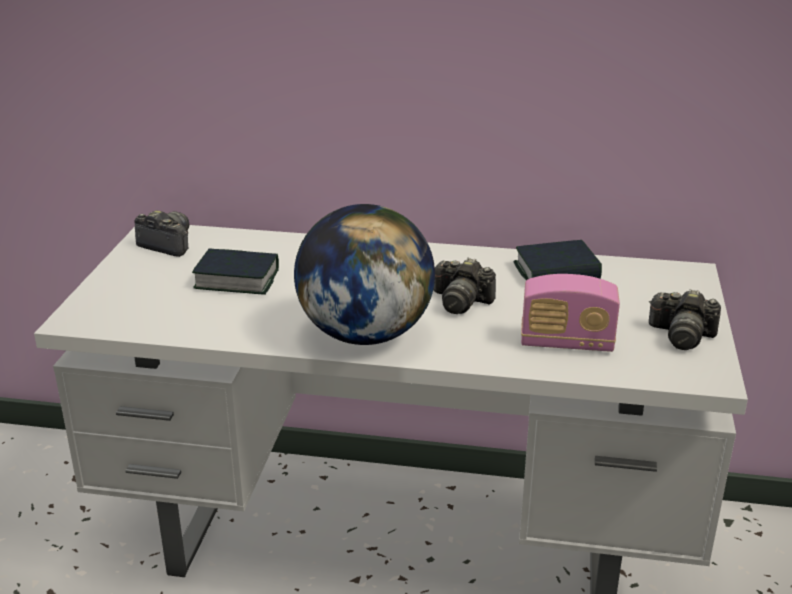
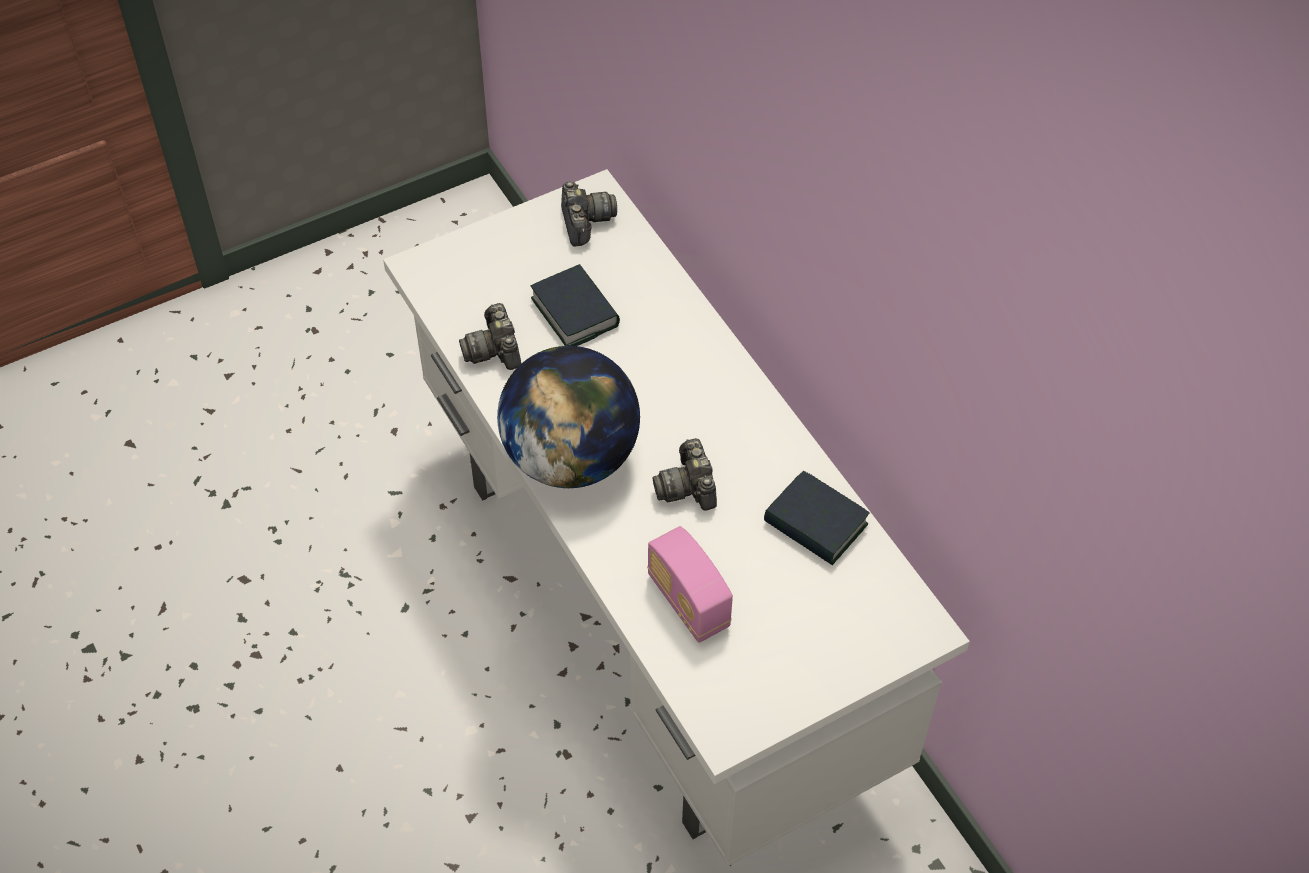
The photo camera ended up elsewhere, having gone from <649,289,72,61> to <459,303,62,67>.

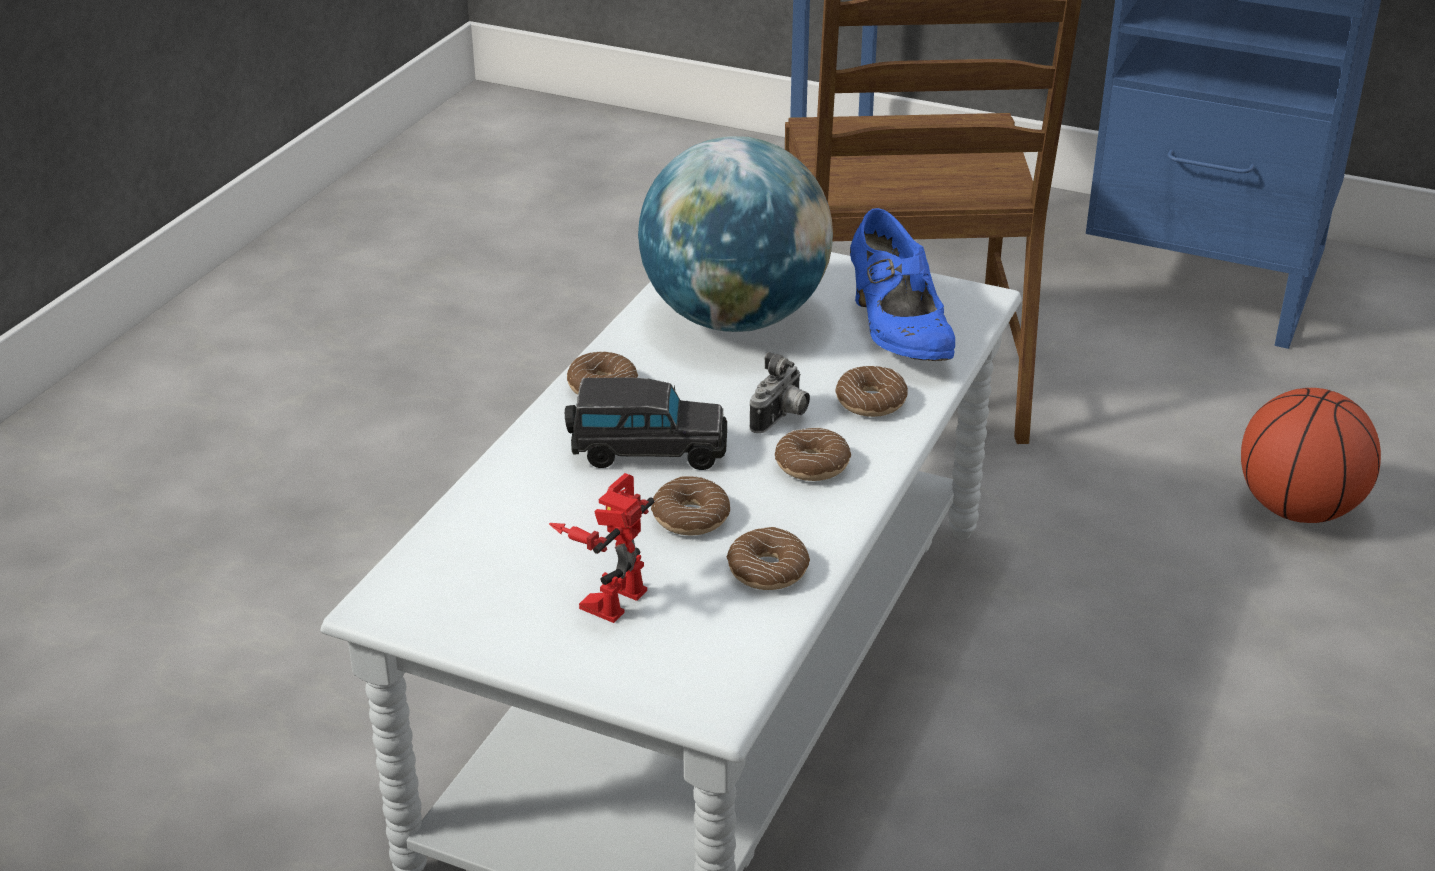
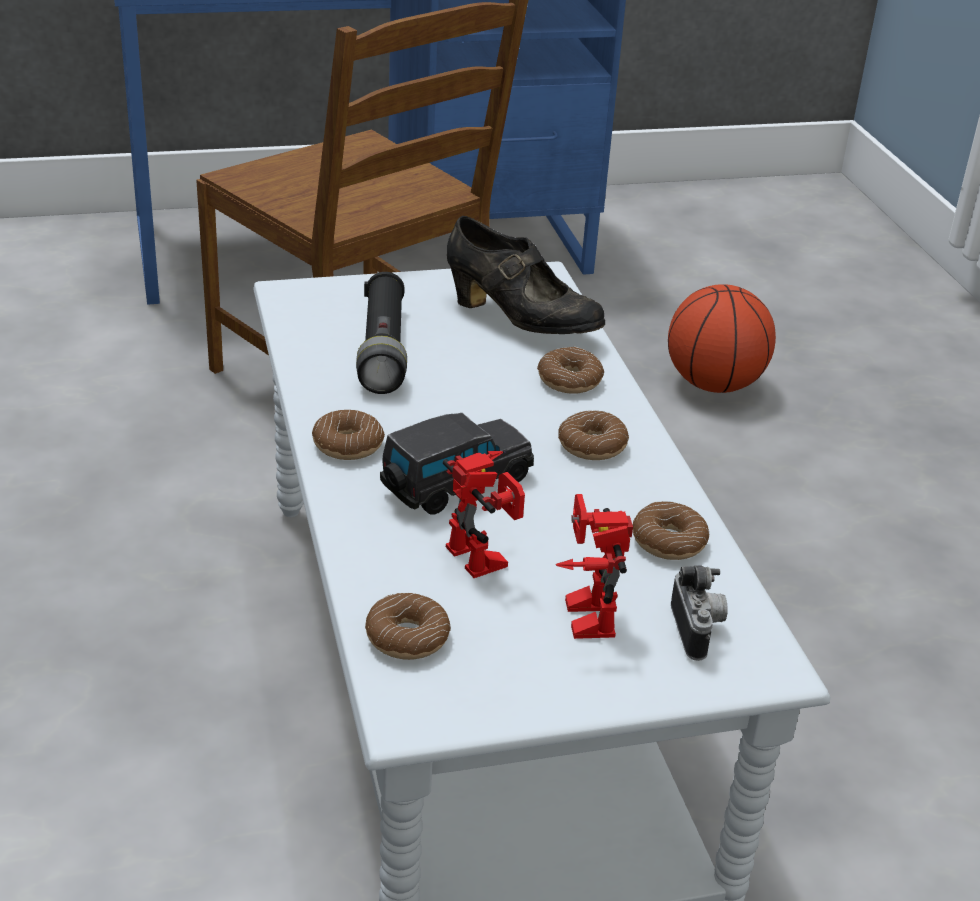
Where the globe stood at <638,136,195,196>, the hand torch/blackish came to stand at <356,272,51,122>. The doughnut ended up elsewhere, having gone from <651,476,79,60> to <365,593,86,67>. The second view gained the robot figure at <443,451,82,127>. What was the low shoe/bluish at <850,208,105,153> turned into the low shoe/blackish at <447,216,158,118>. The photo camera ended up elsewhere, having gone from <750,352,60,81> to <671,565,57,96>.

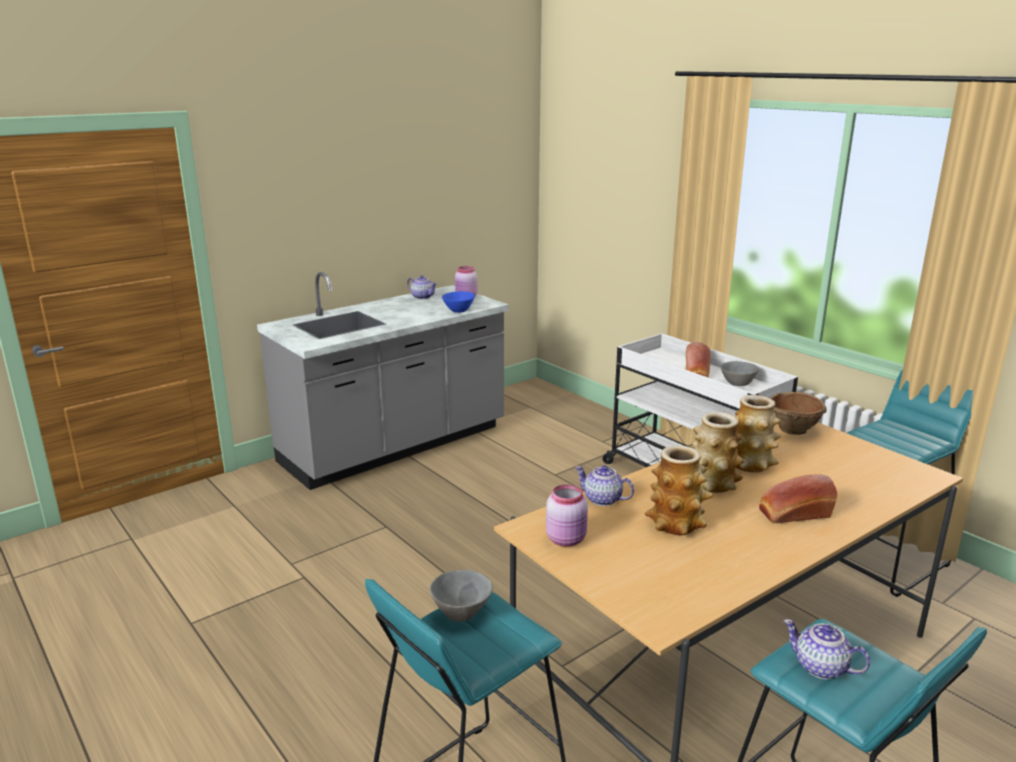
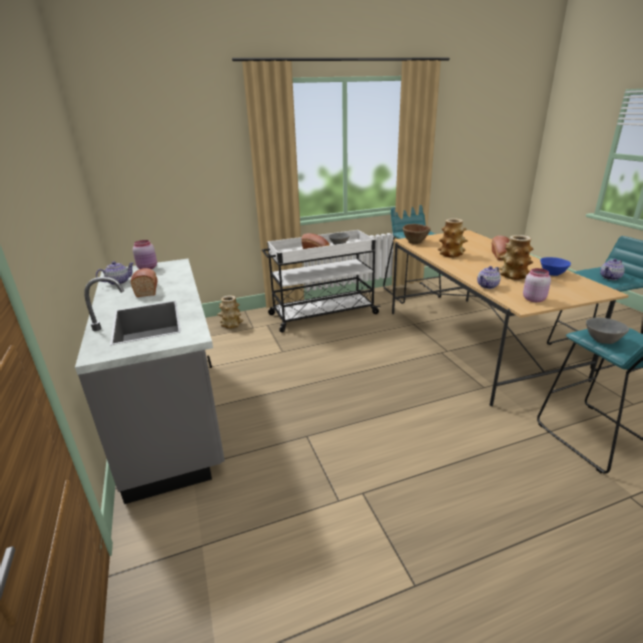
The second view gained the bakery bread at <131,268,26,29>. The vase ended up elsewhere, having gone from <692,412,52,81> to <217,295,26,34>. The bowl/bluish ended up elsewhere, having gone from <442,291,33,22> to <540,257,31,19>.

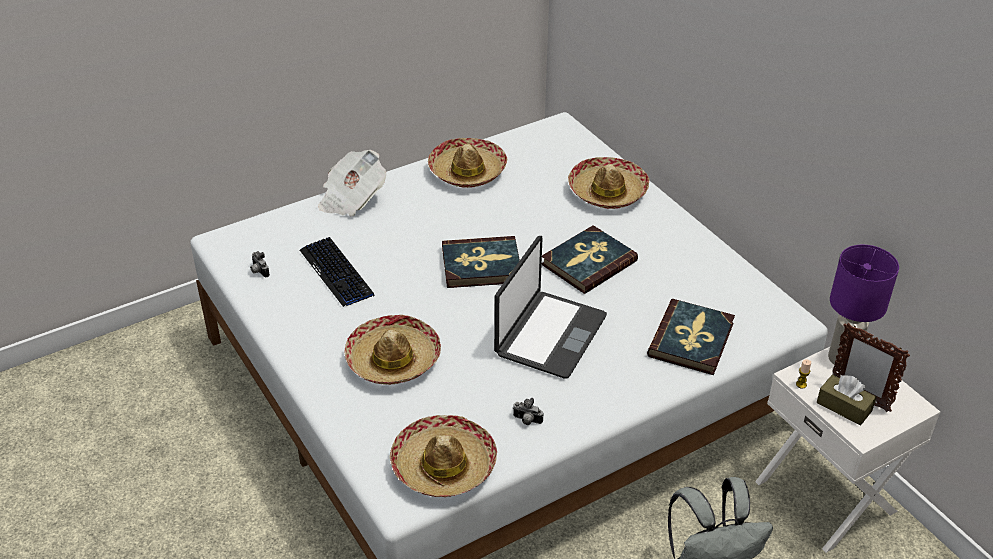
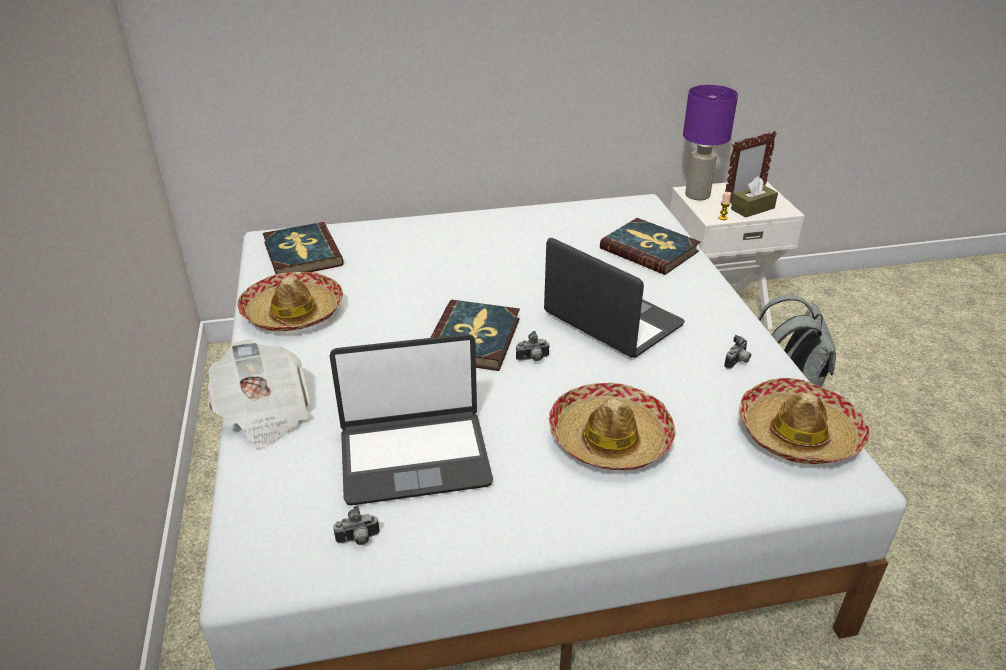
The bound book ended up elsewhere, having gone from <542,225,96,69> to <263,222,81,52>. Where the keyboard stood at <300,237,74,70>, the laptop came to stand at <330,334,163,171>. The second view gained the photo camera at <516,331,34,30>. The second view lost the clothing hat at <568,157,81,52>.

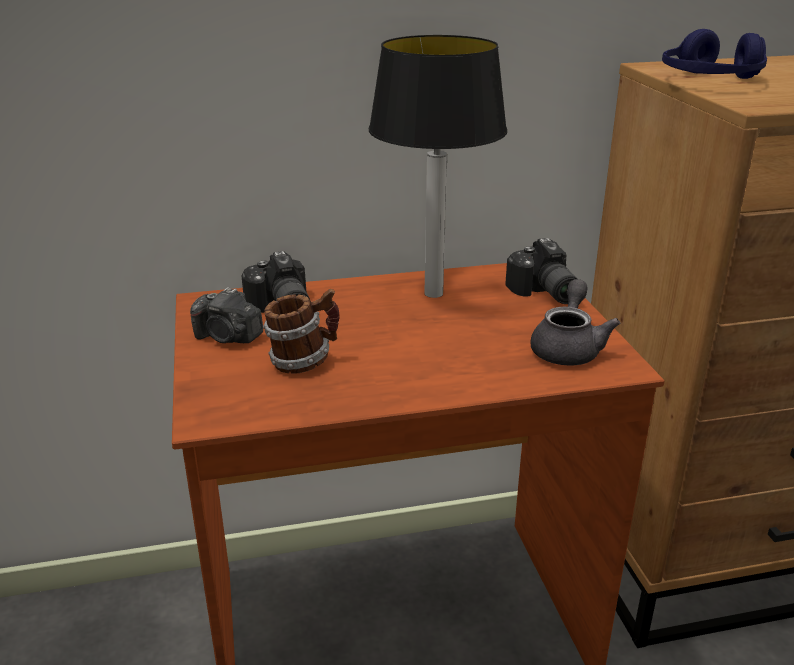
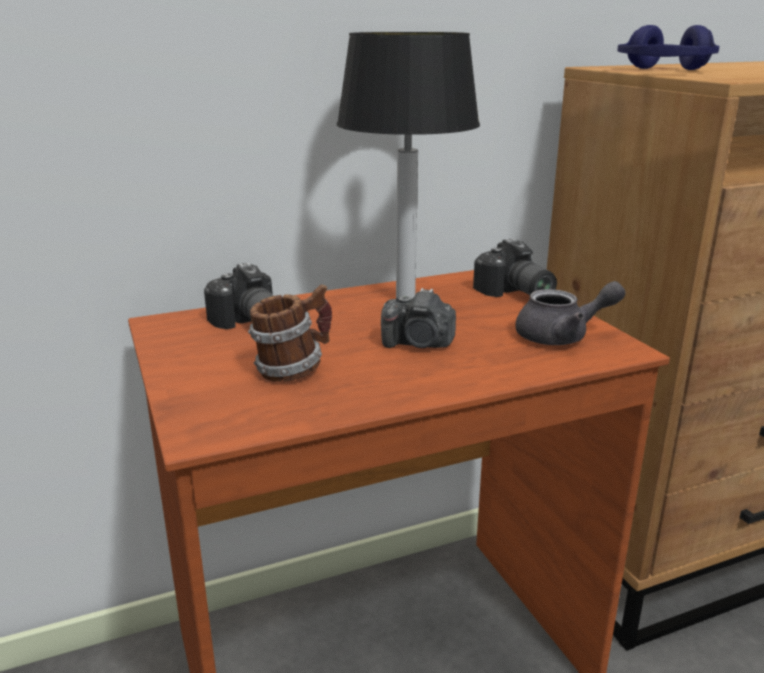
The photo camera ended up elsewhere, having gone from <190,287,73,56> to <381,288,75,60>. The tea pot/gray at <530,279,90,87> ended up facing another way, 75 degrees clockwise from before.

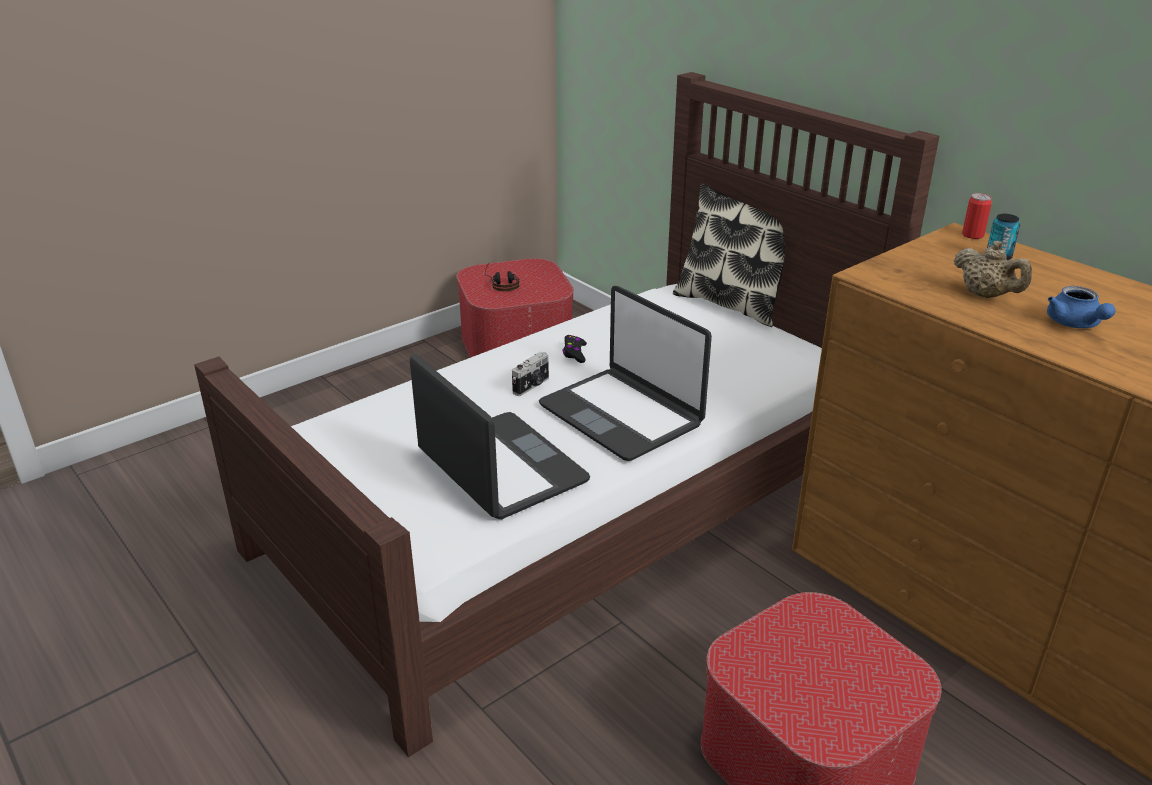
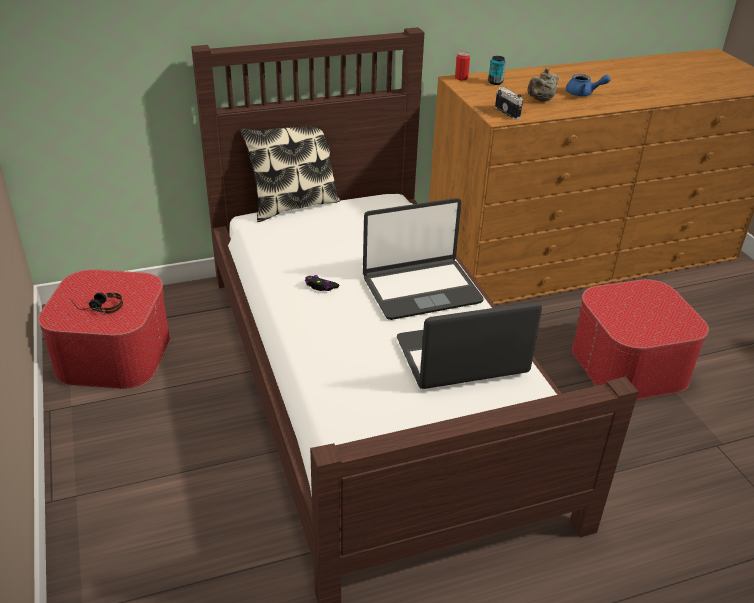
The photo camera ended up elsewhere, having gone from <512,352,37,44> to <495,87,28,33>. The tea pot/beige at <953,241,79,57> ended up facing another way, 150 degrees clockwise from before.

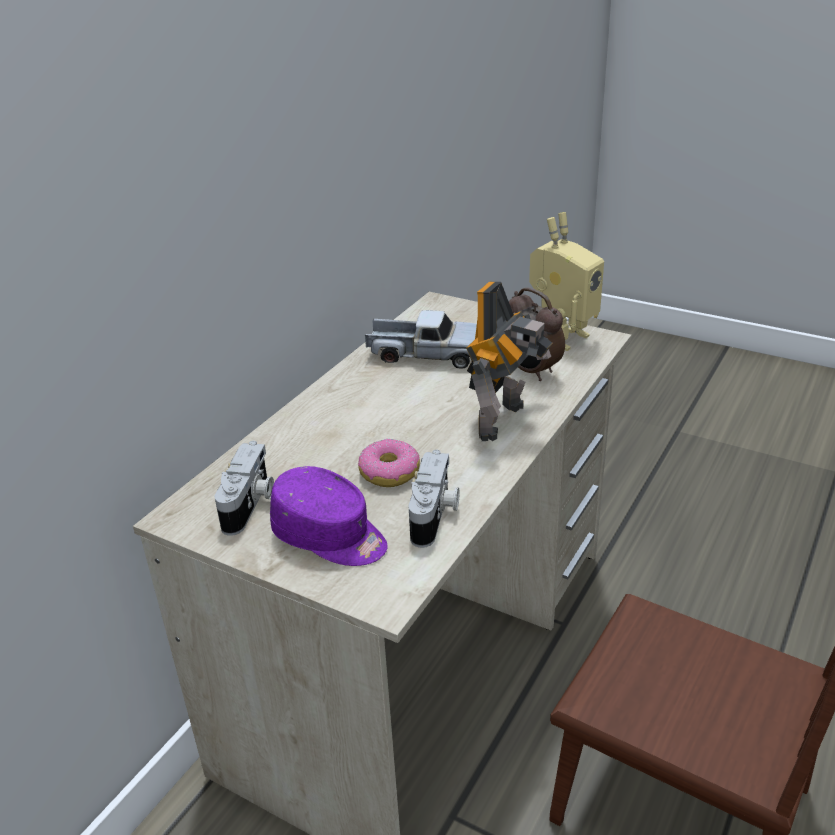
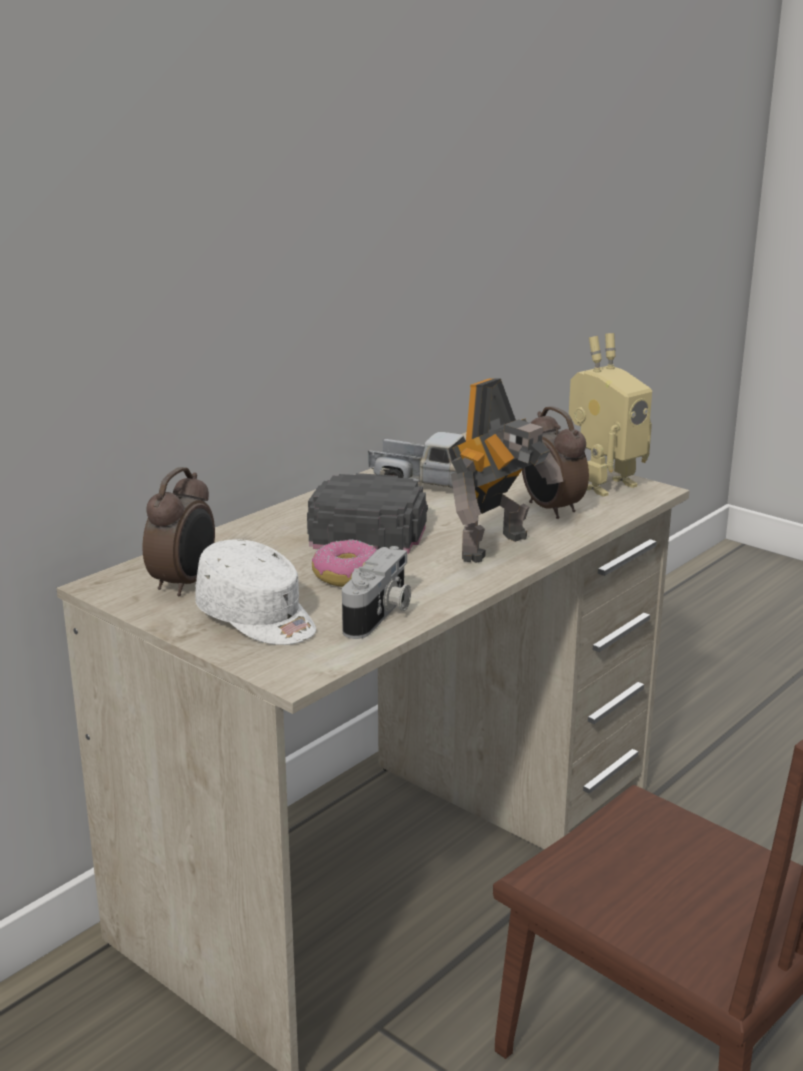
Where the photo camera stood at <215,441,59,95>, the table clock came to stand at <143,467,72,129>. What was the peaked cap/purple at <270,466,118,100> turned into the peaked cap/white-coloured at <195,539,121,106>. The second view gained the peaked cap/blackish at <307,473,121,81>.

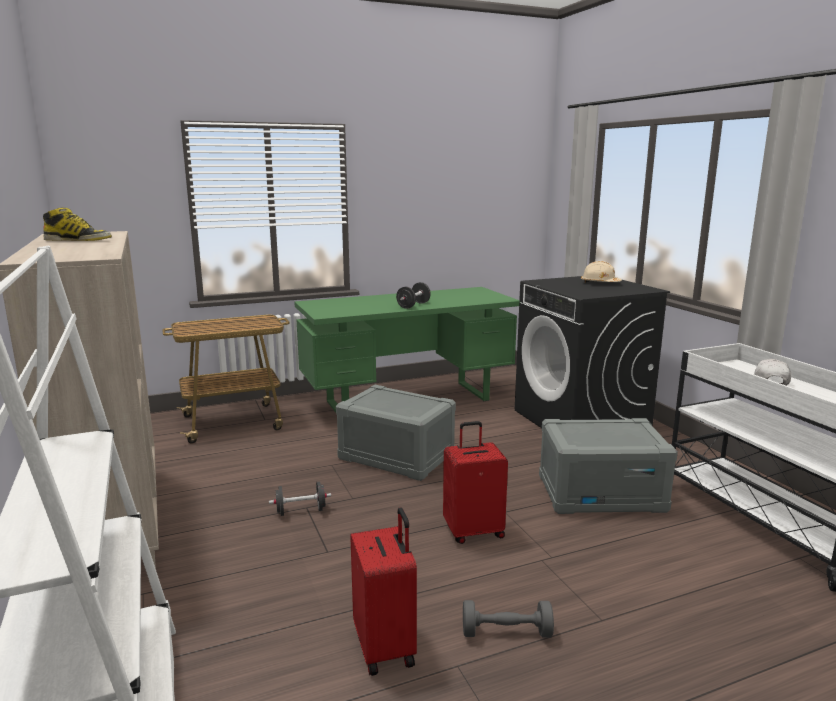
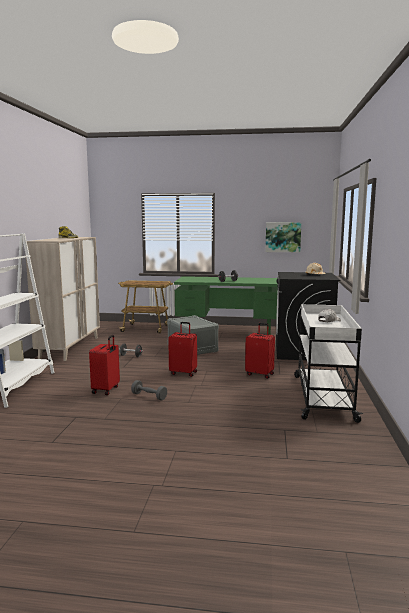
Where the storage container/gray stood at <539,418,139,96>, the suitcase/red came to stand at <245,323,30,56>. The second view gained the wall picture at <265,222,36,30>.

